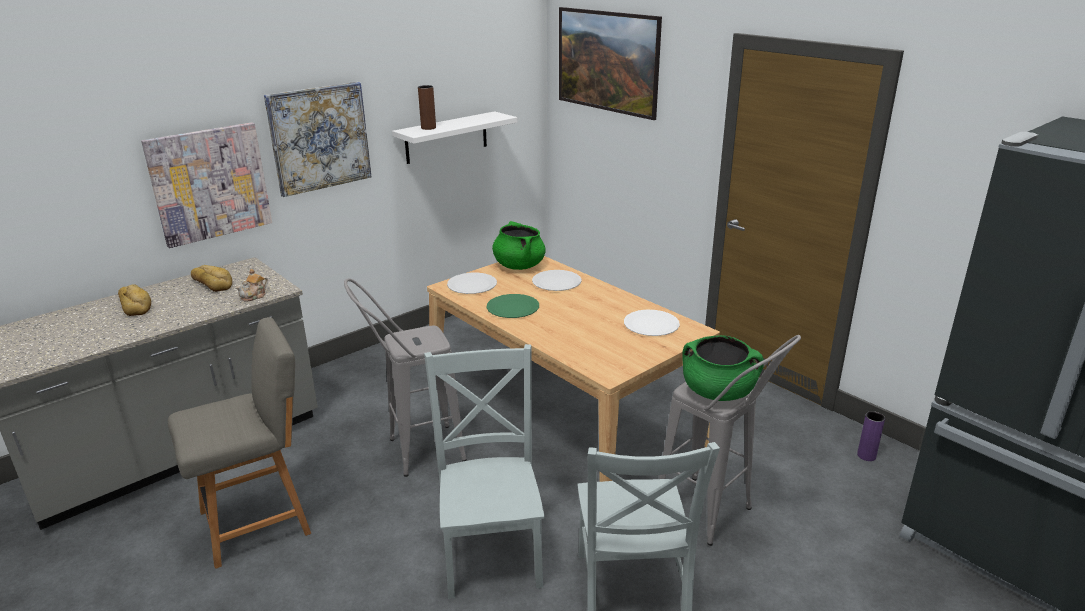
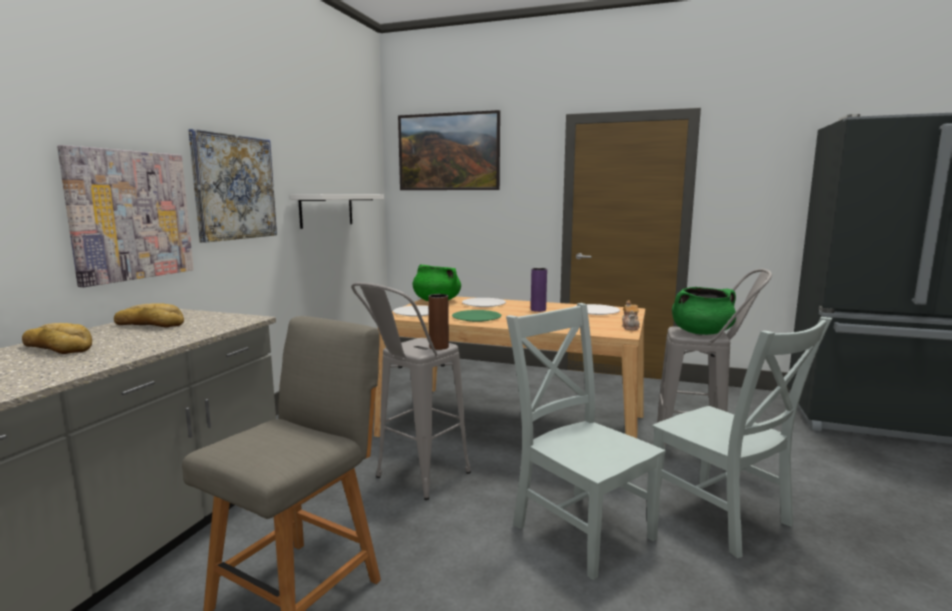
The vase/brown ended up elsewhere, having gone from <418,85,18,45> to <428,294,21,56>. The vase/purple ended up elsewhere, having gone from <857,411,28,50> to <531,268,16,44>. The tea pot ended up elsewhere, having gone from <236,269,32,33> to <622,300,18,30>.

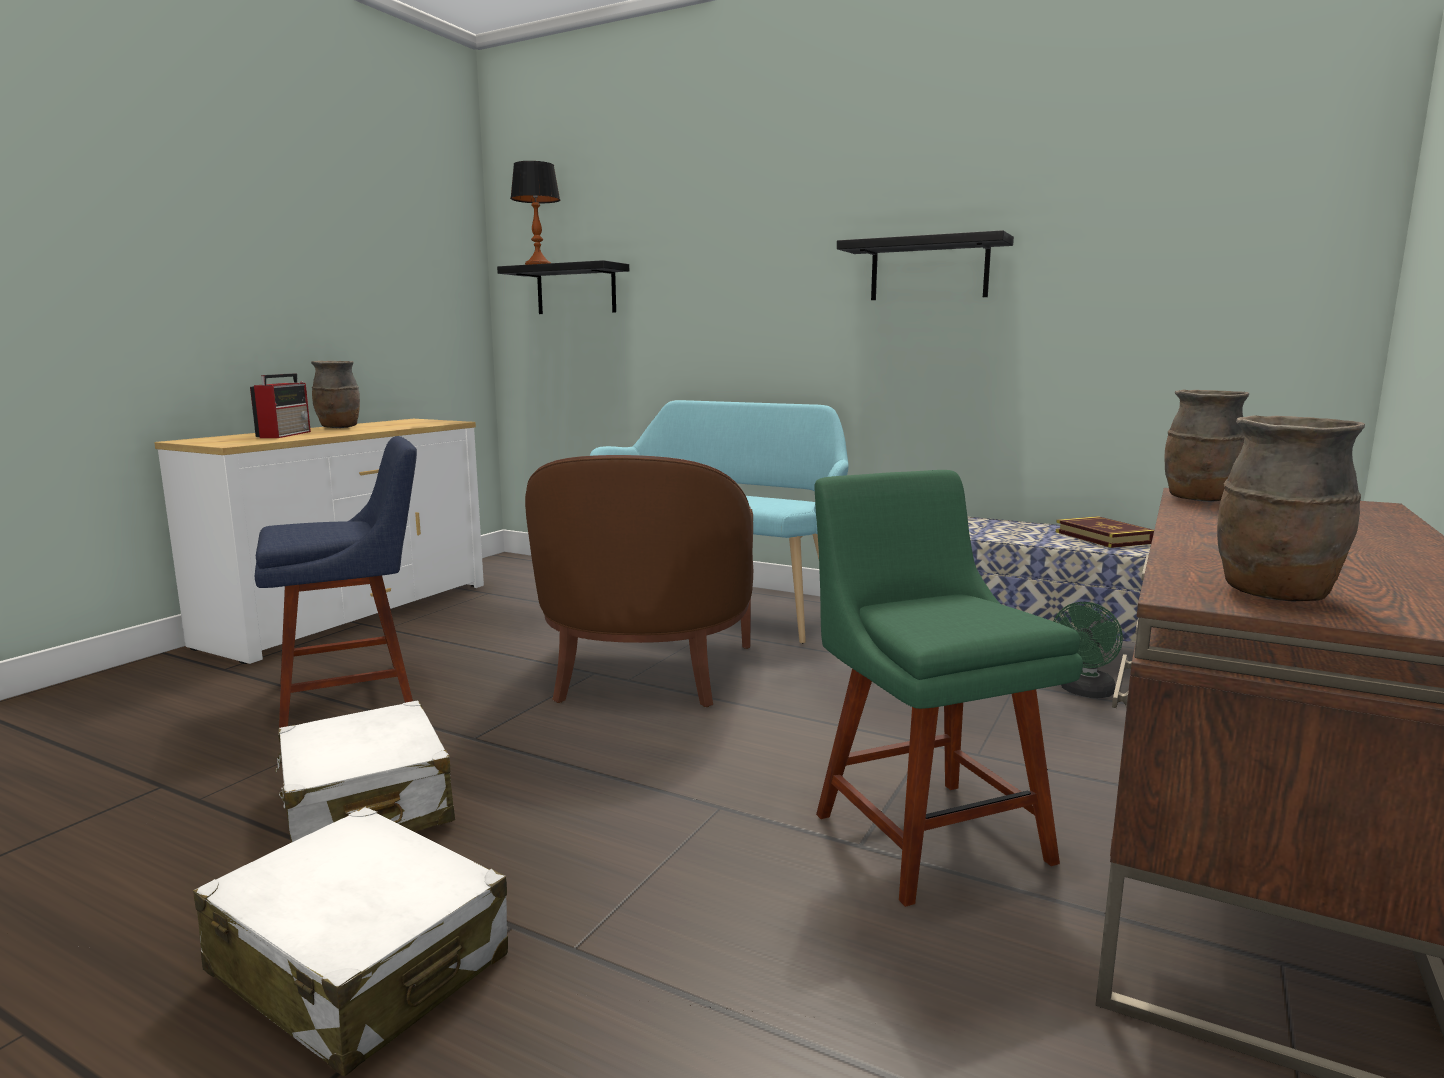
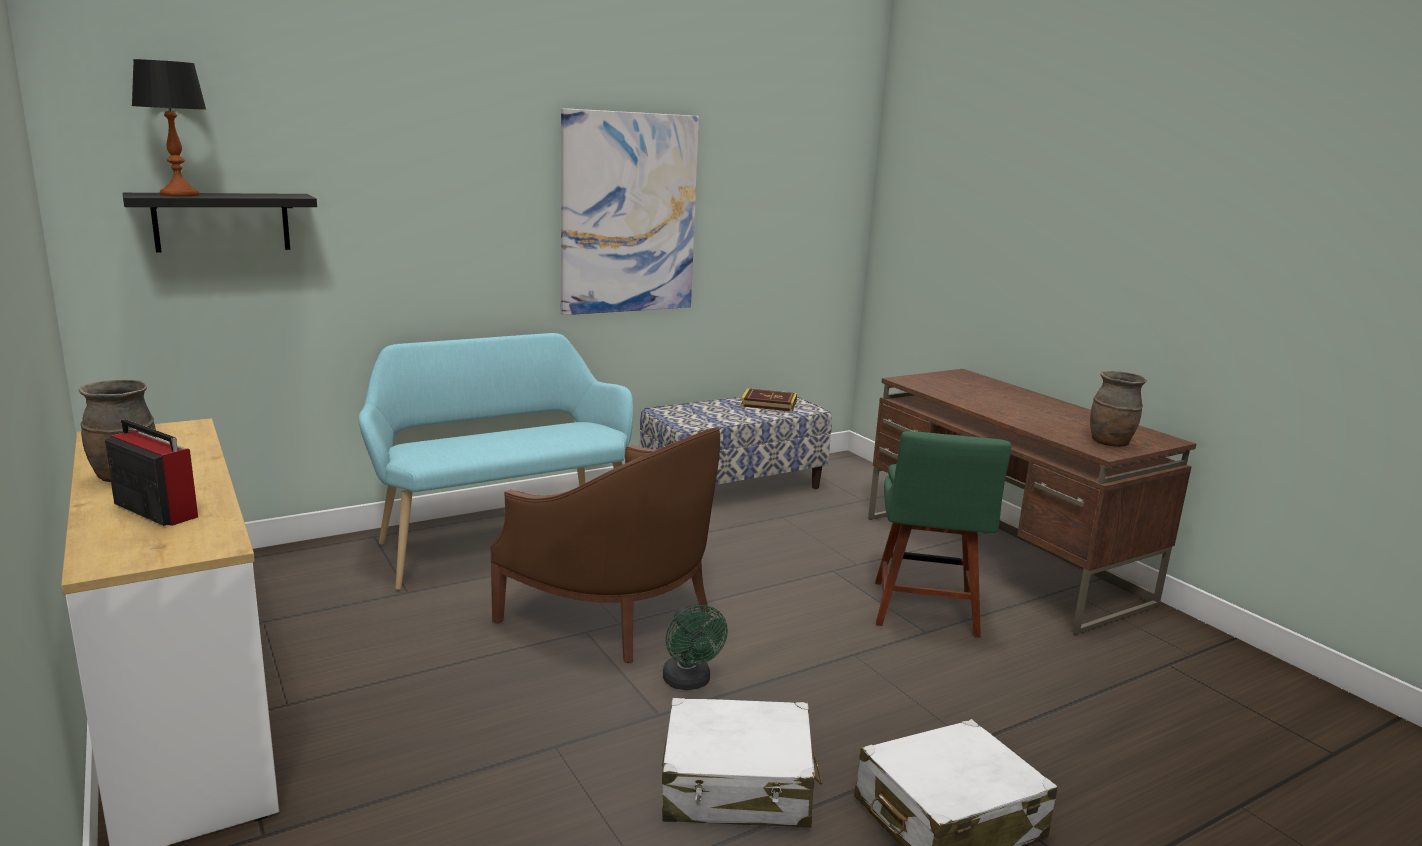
Where the wall shelf/blackish hung at <837,230,177,70>, the wall picture came to hang at <561,108,138,207>. The cooling fan/greenish ended up elsewhere, having gone from <1053,602,70,96> to <663,605,65,85>. The chair/greenish at <815,470,268,437> ended up facing another way, 90 degrees counterclockwise from before. The second view lost the chair/bluish at <255,436,162,292>. The second view lost the vase/brown at <1164,390,85,112>.

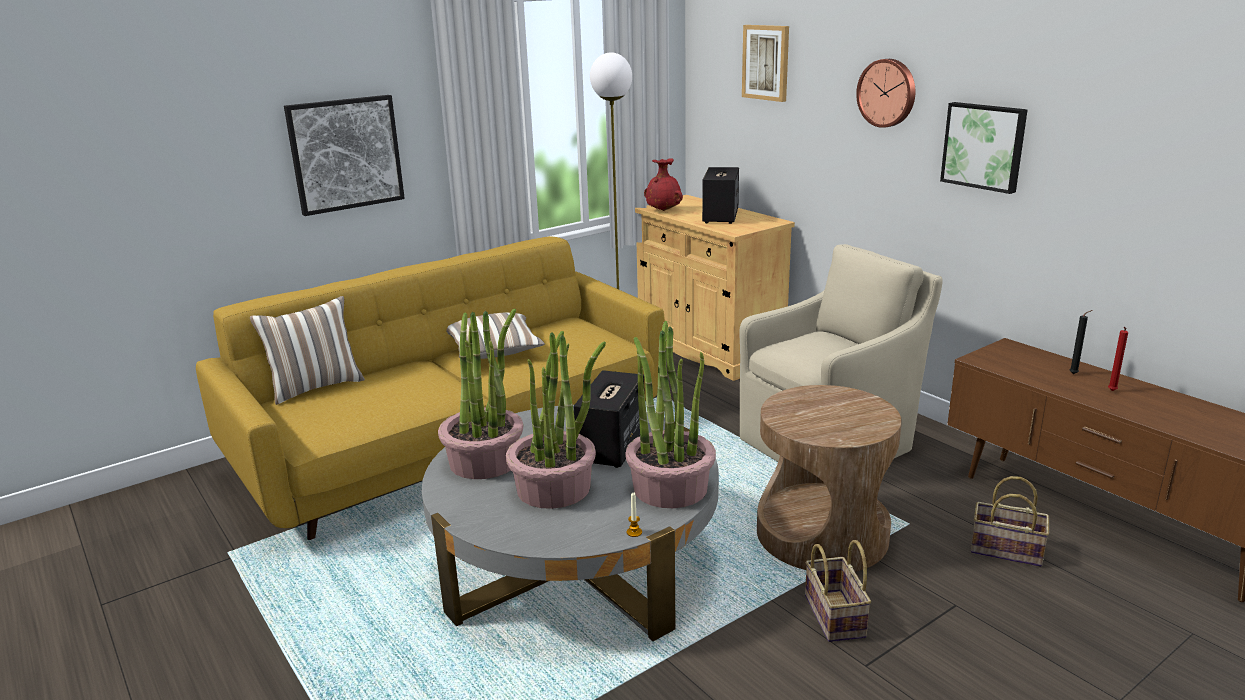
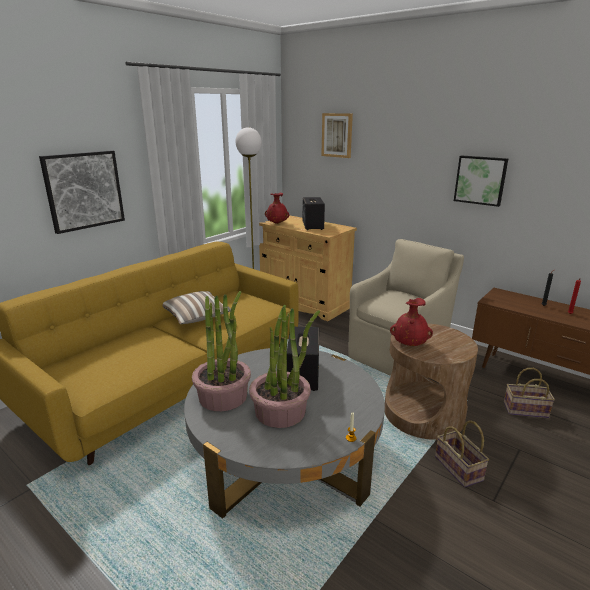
The second view gained the vase/red at <390,298,43,48>. The second view lost the pillow at <250,296,115,109>. The second view lost the plant in a pot at <625,321,91,187>. The second view lost the wall clock at <856,59,59,69>.

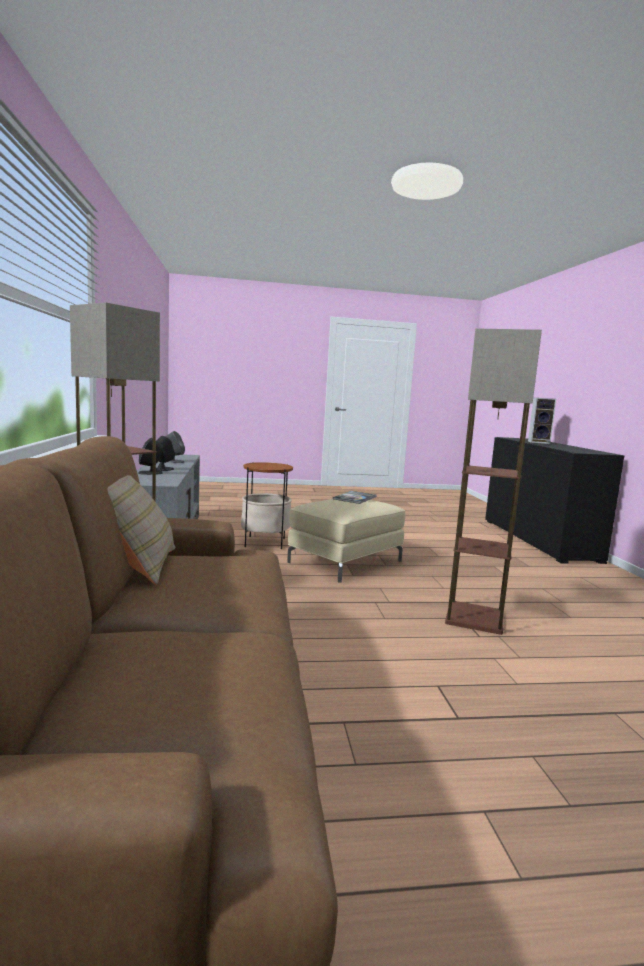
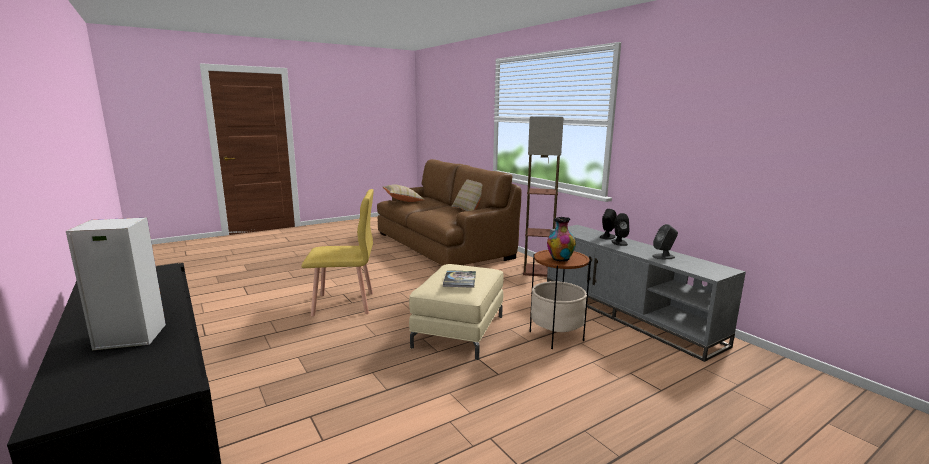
Where the floor lamp stood at <445,328,97,307>, the chair/yellowish came to stand at <301,189,73,127>. The second view gained the pillow/beige at <383,184,42,18>. The second view gained the vase at <547,217,29,45>.

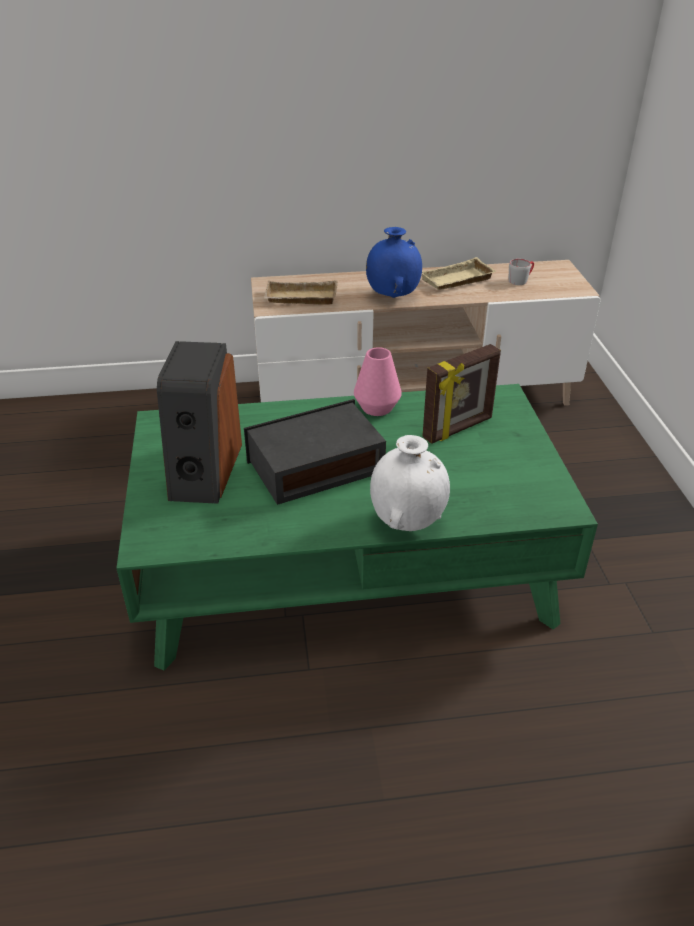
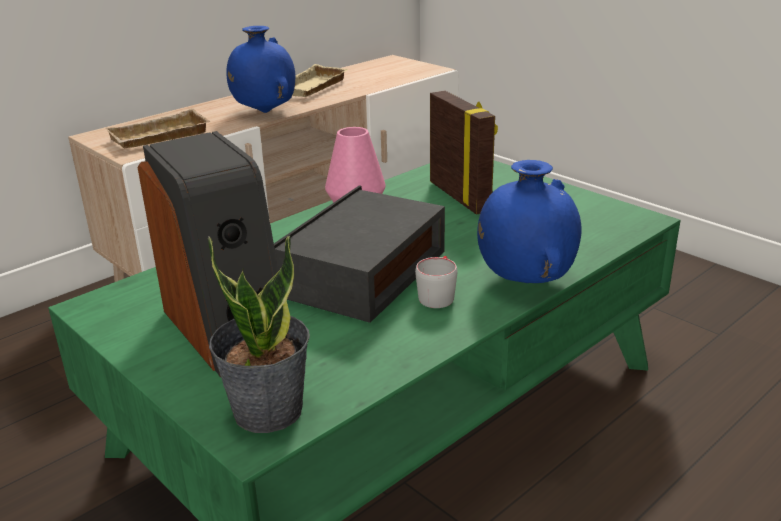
The second view gained the plant in a pot at <208,236,102,197>. The coffee mug/gray ended up elsewhere, having gone from <509,259,25,26> to <415,256,42,52>. The standing frame at <422,344,79,100> ended up facing another way, 45 degrees counterclockwise from before. What was the vase/white-coloured at <370,435,80,96> turned into the vase/bluish at <477,160,104,123>.

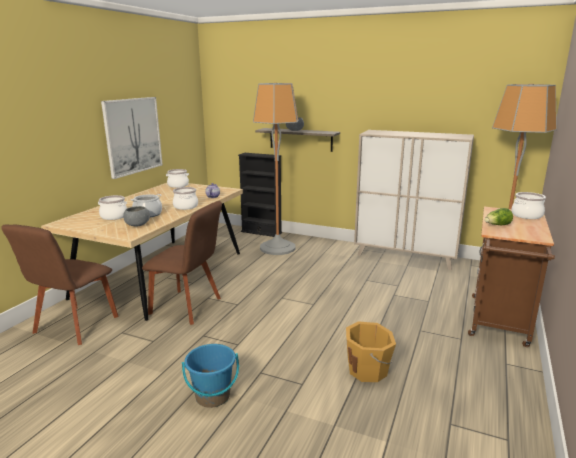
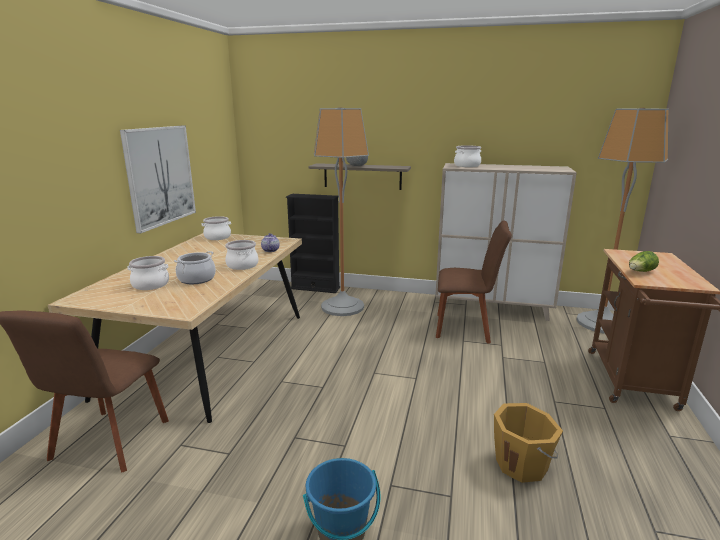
The chair/brown ended up elsewhere, having gone from <142,201,80,124> to <436,220,76,124>. The cooking pot ended up elsewhere, having gone from <511,192,35,27> to <454,145,27,22>. The second view lost the bowl/gray at <123,206,27,21>.

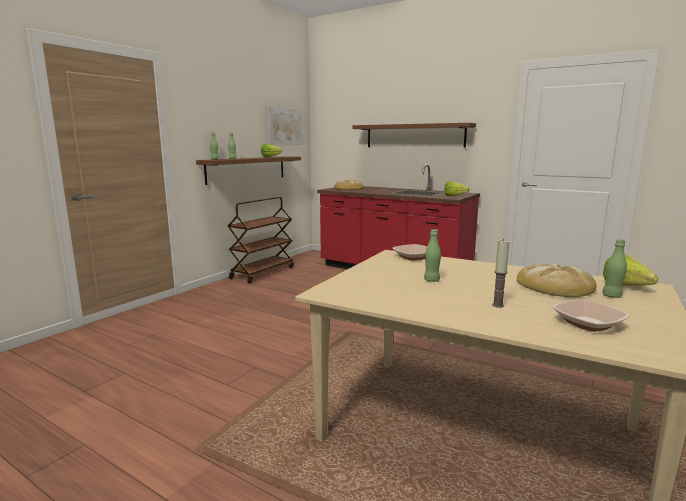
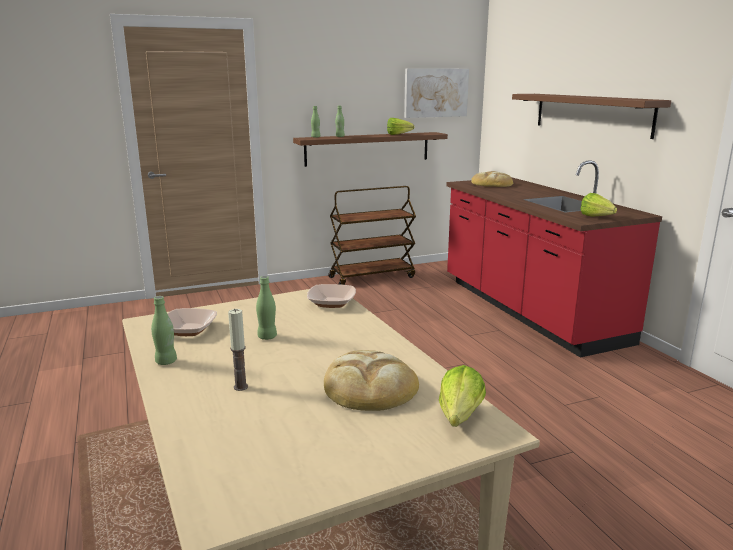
The drink bottle/greenish ended up elsewhere, having gone from <602,239,25,59> to <151,296,26,69>. The bowl ended up elsewhere, having gone from <553,300,76,32> to <167,308,50,28>.

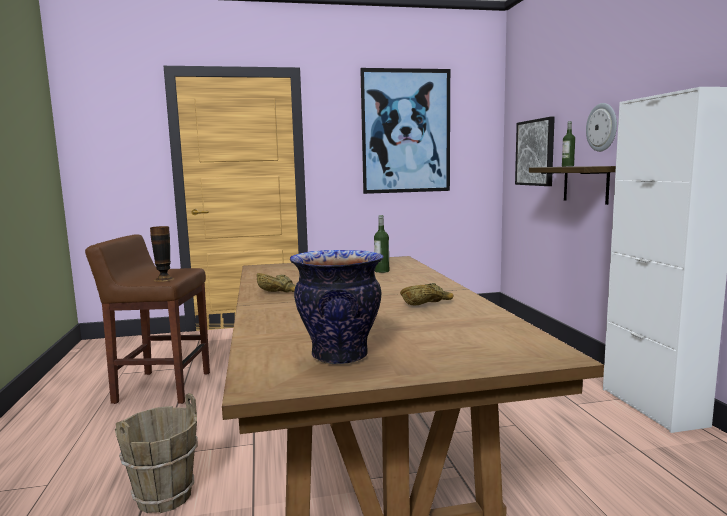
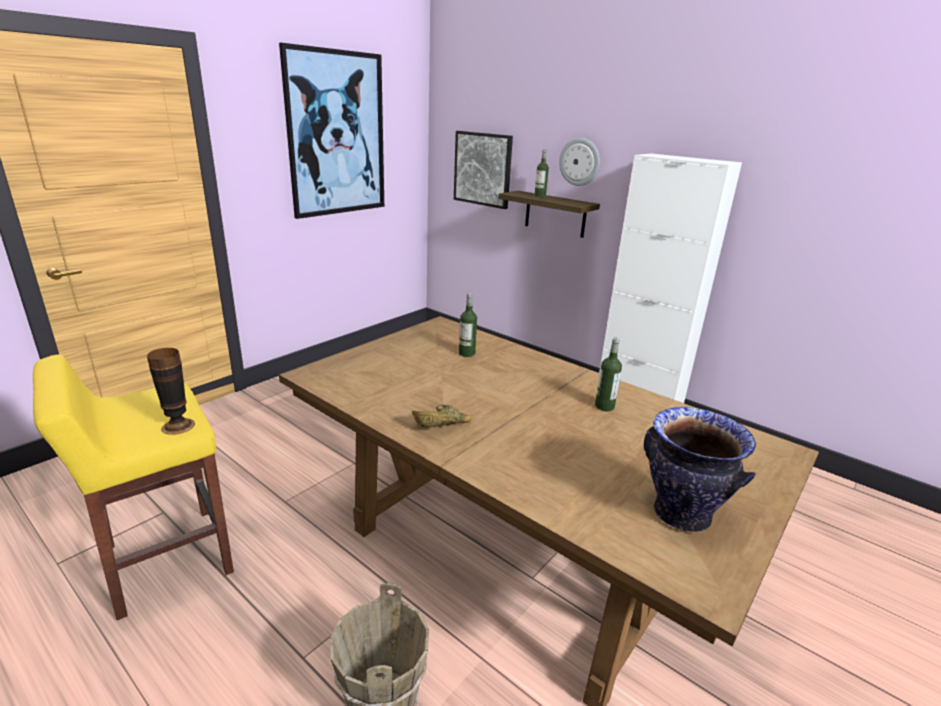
What was the stool seat/brown at <85,234,125,170> turned into the stool seat/yellowish at <33,354,201,266>. Where the bowl/brown stood at <400,283,53,22>, the drink bottle came to stand at <595,338,27,73>.

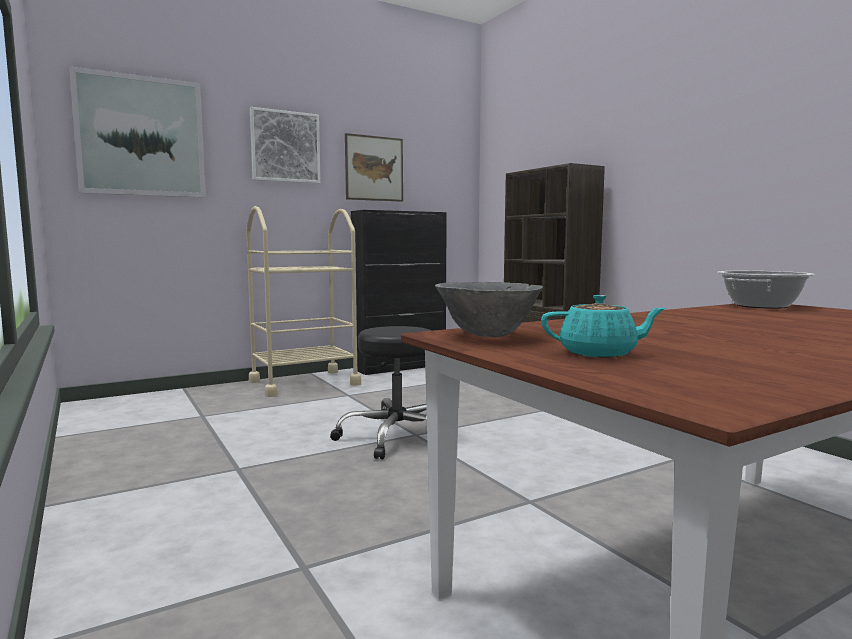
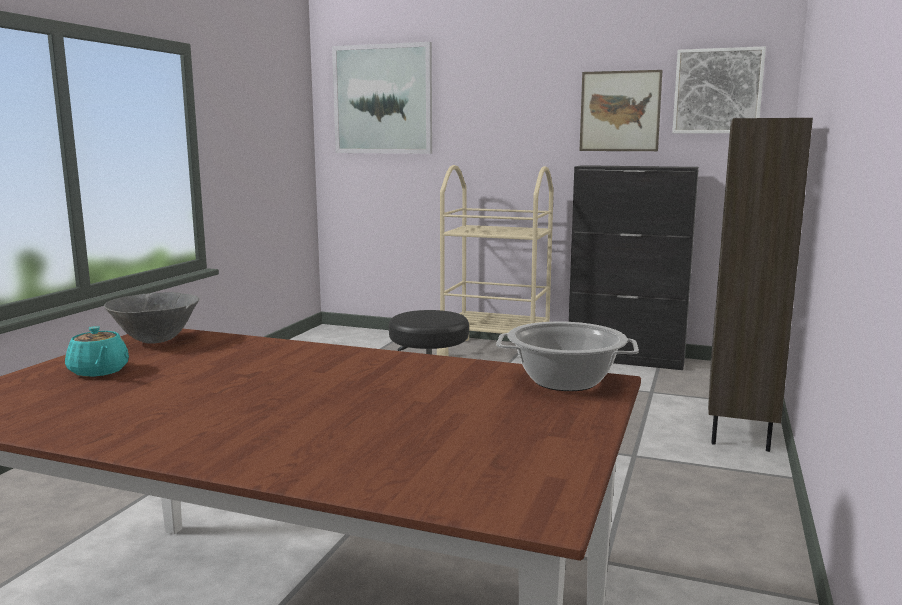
The wall picture ended up elsewhere, having gone from <250,107,71,77> to <672,46,94,87>.

